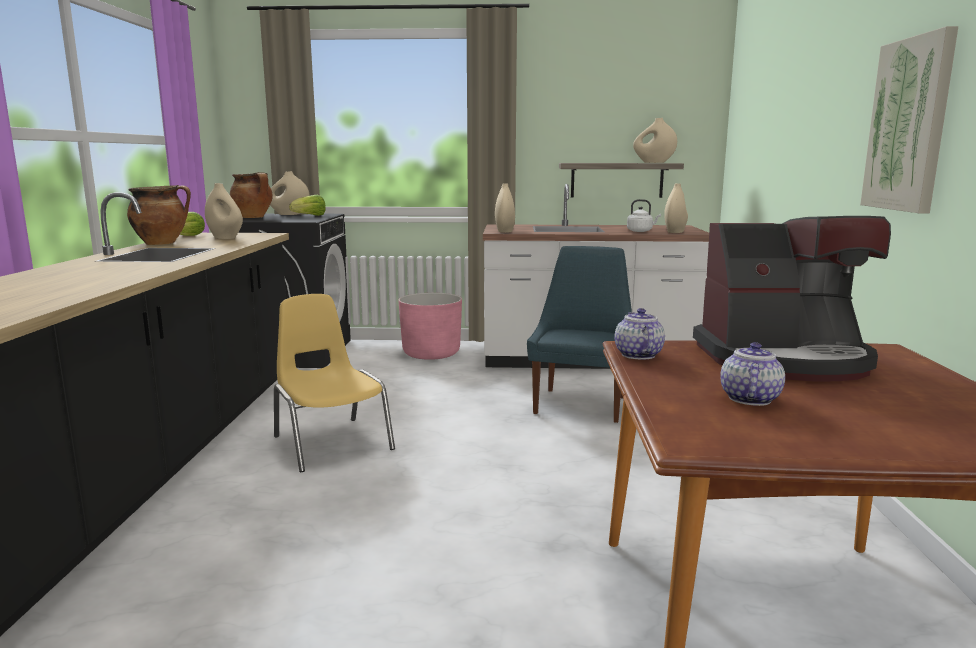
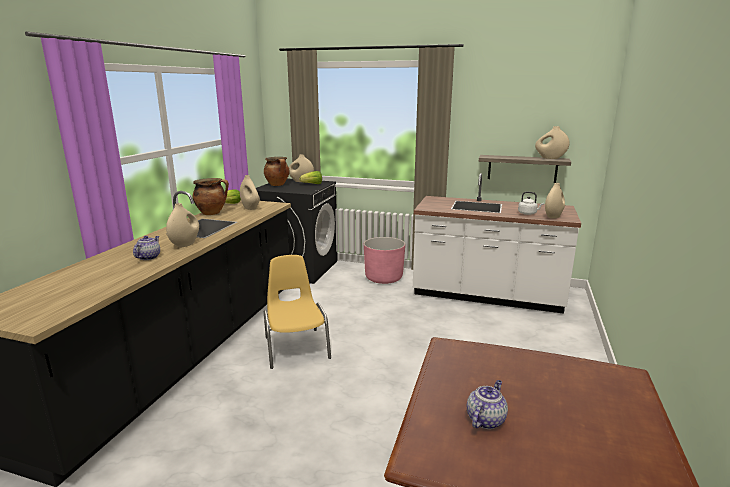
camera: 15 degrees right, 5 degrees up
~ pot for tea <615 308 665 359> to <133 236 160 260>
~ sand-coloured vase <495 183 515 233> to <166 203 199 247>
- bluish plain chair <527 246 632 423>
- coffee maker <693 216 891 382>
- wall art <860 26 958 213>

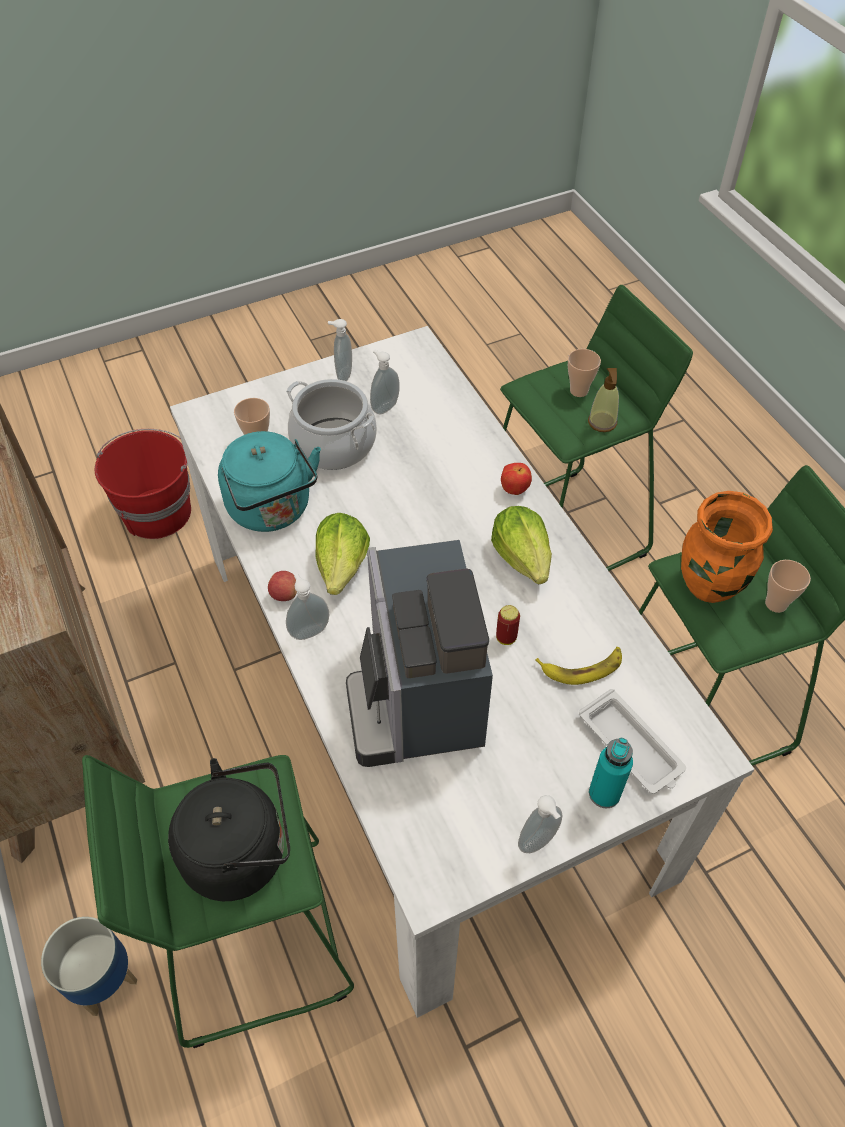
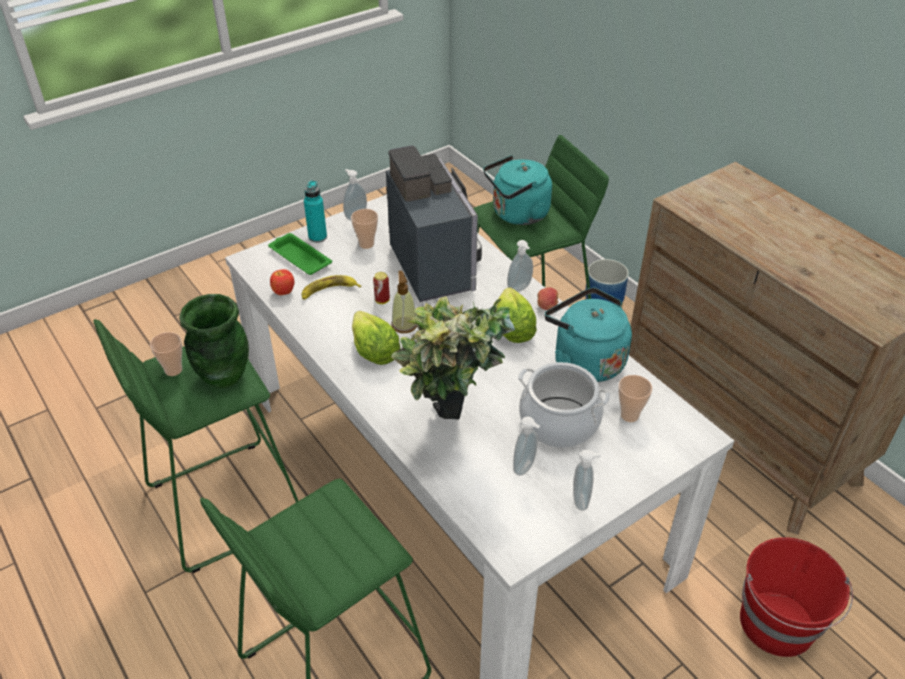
camera: 170 degrees right, 10 degrees down
~ orange vase <681 491 773 603> to green vase <179 294 249 388>
~ white-coloured tray <579 689 686 794> to green tray <268 233 332 275>
~ apple fruit <501 463 532 495> to <270 269 295 295>
~ cup <568 349 601 397> to <351 209 378 249>
~ liquid soap bottle <588 368 619 432> to <391 271 417 333>
+ potted plant <391 296 515 420>
~ black water kettle <168 758 290 901> to turquoise water kettle <483 155 552 225>

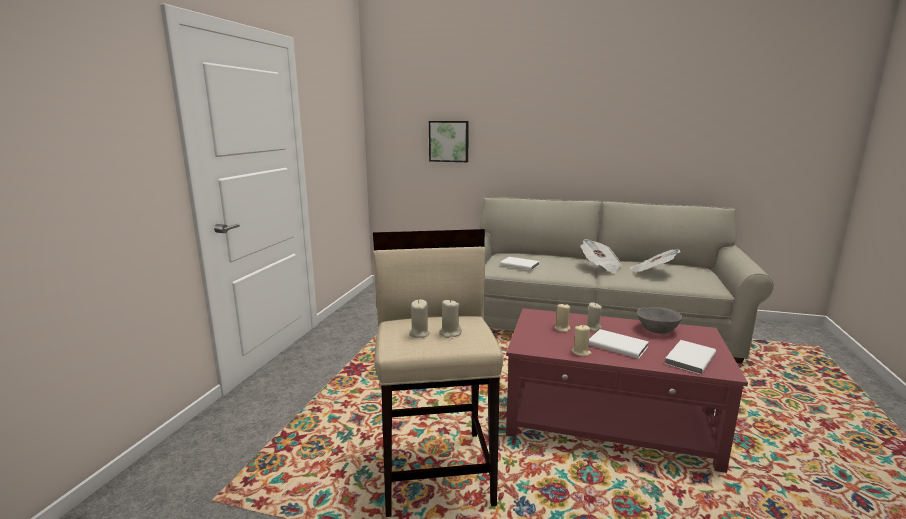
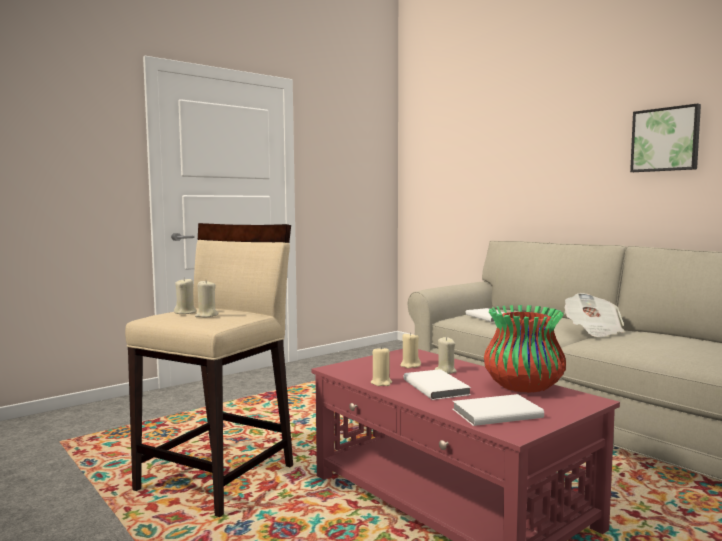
camera: 35 degrees right, 10 degrees down
~ grey deep dish <637 307 682 334> to vase <484 305 566 393>
~ wall art <429 121 469 162> to <630 103 701 172>
- printed paper <629 249 681 273>

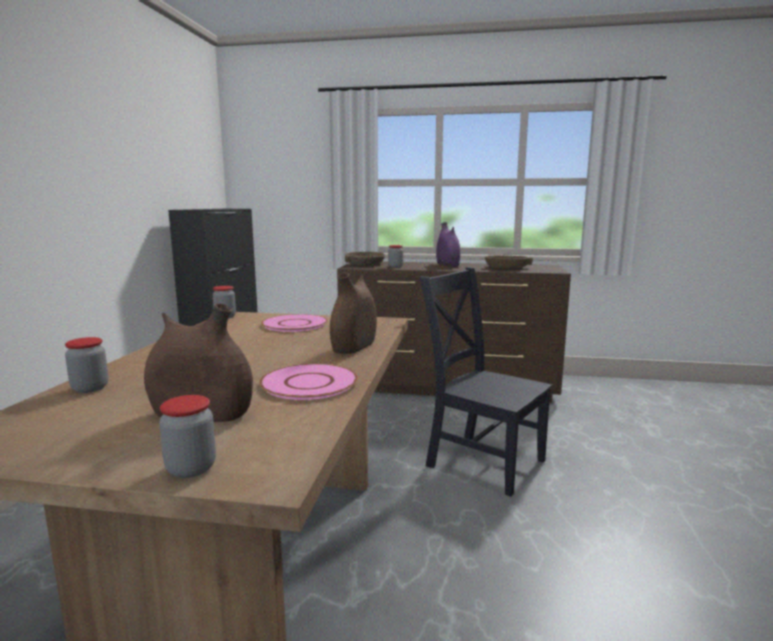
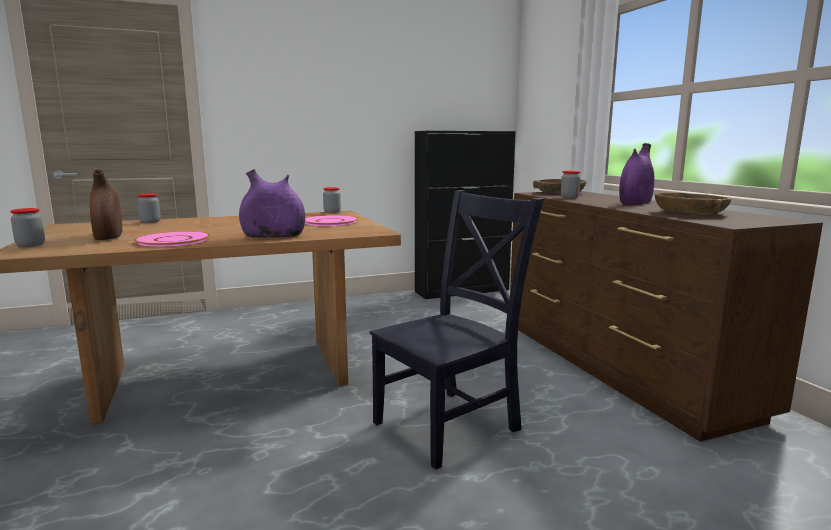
camera: 60 degrees right, 0 degrees up
~ brownish vase <330 272 377 354> to purple vase <239 169 305 237>
~ black plain chair <420 267 552 497> = <370 190 544 469> 45 degrees clockwise

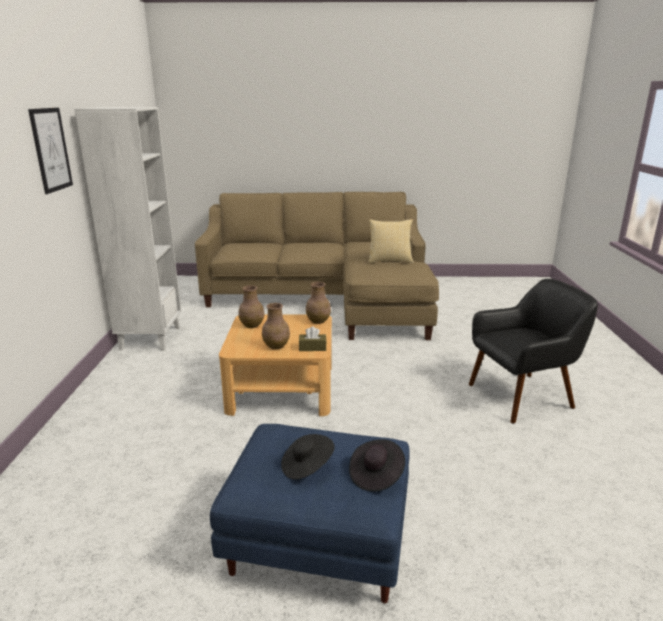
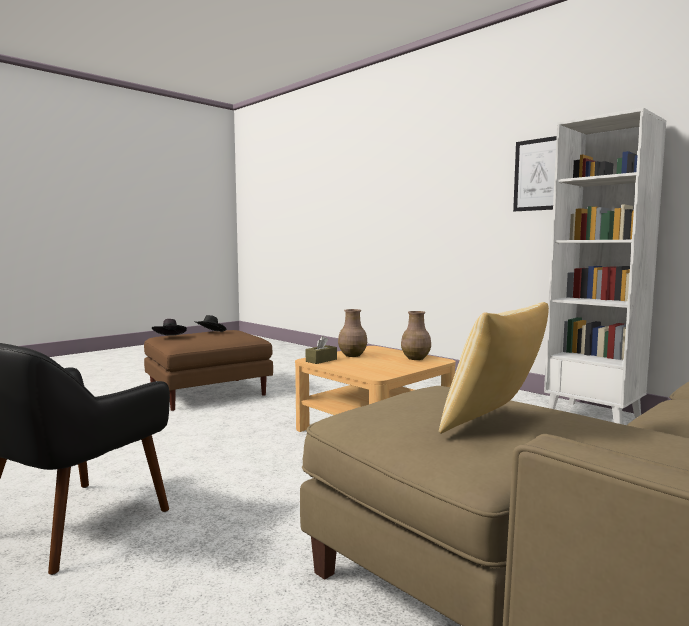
camera: 135 degrees right, 15 degrees down
~ bluish ottoman <210 424 410 603> to brownish ottoman <144 330 273 411>
- brownish vase <306 282 331 324>

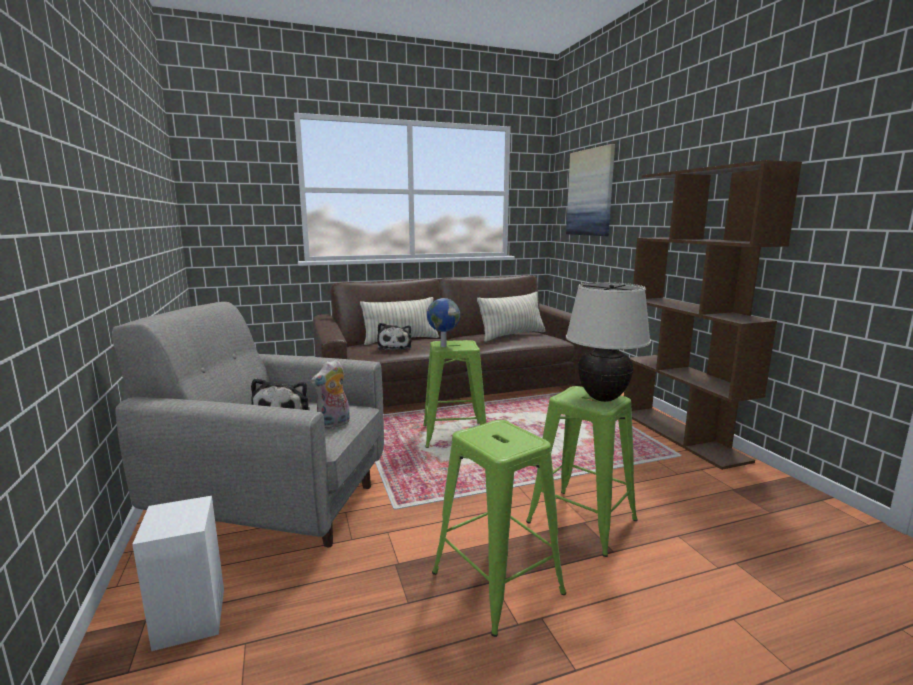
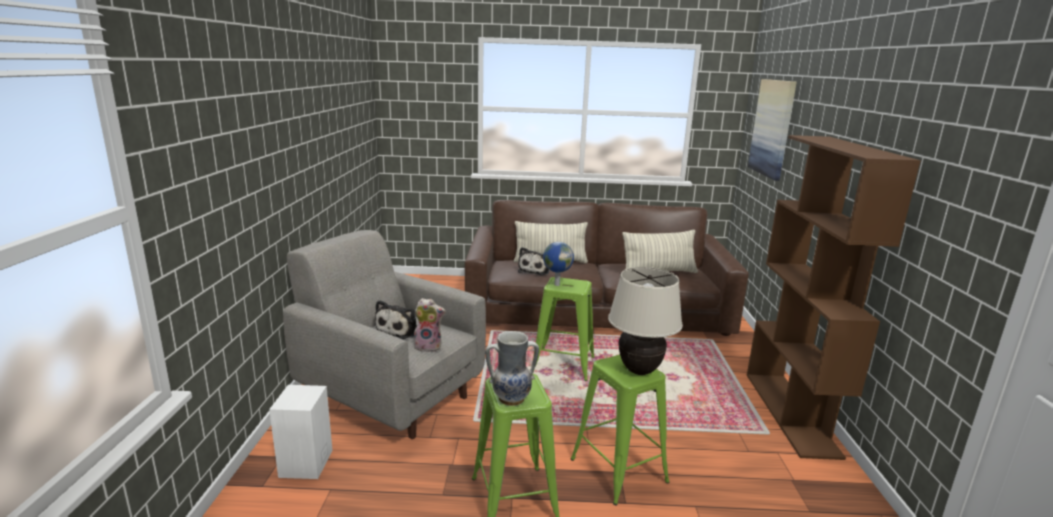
camera: 20 degrees right, 5 degrees up
~ soft toy <311 359 350 429> = <413 298 446 352> 150 degrees counterclockwise
+ vase <485 331 539 406>

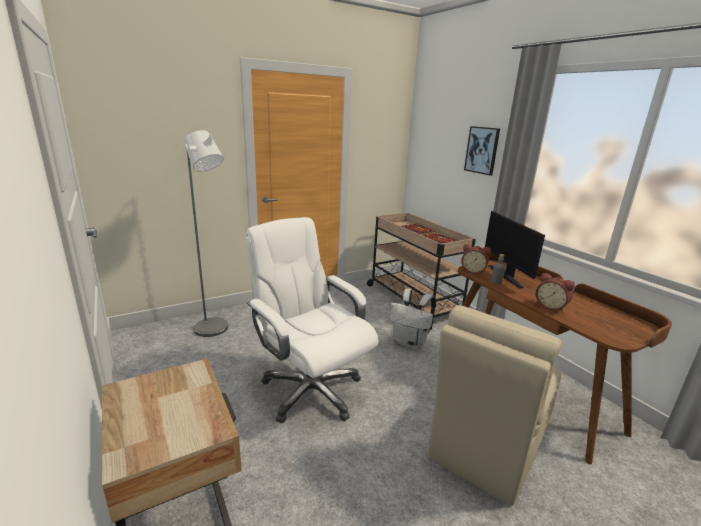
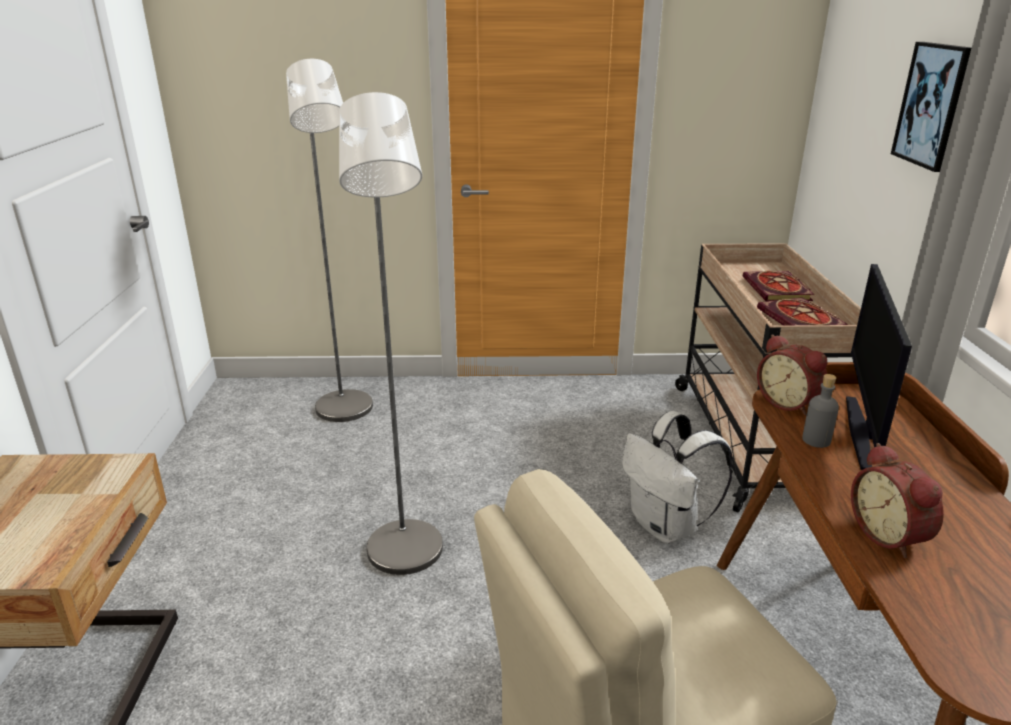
camera: 30 degrees right, 5 degrees up
~ white-coloured office chair <245 217 379 423> to grey standing lamp <339 92 443 575>

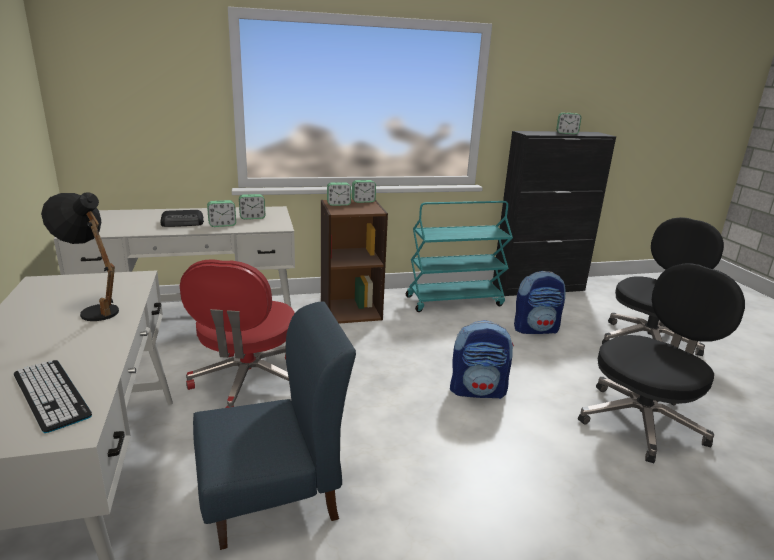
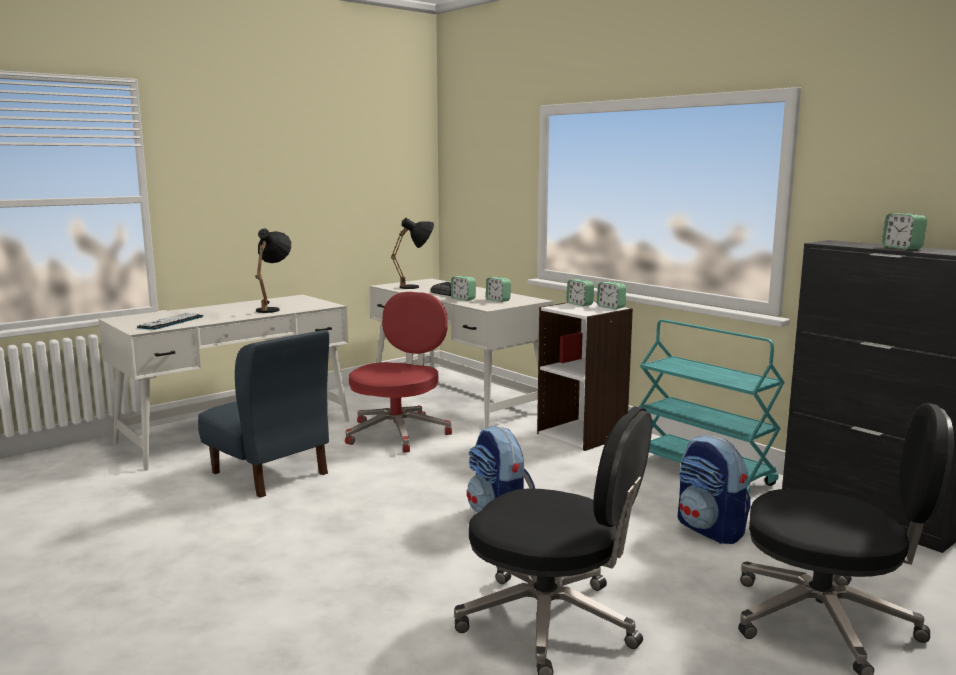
camera: 65 degrees right, 10 degrees down
~ reddish office chair <180 259 295 408> = <345 292 452 452> 135 degrees clockwise
+ black table lamp <391 218 434 289>
~ brownish shelving unit <321 199 388 324> to white-coloured shelving unit <537 302 633 451>

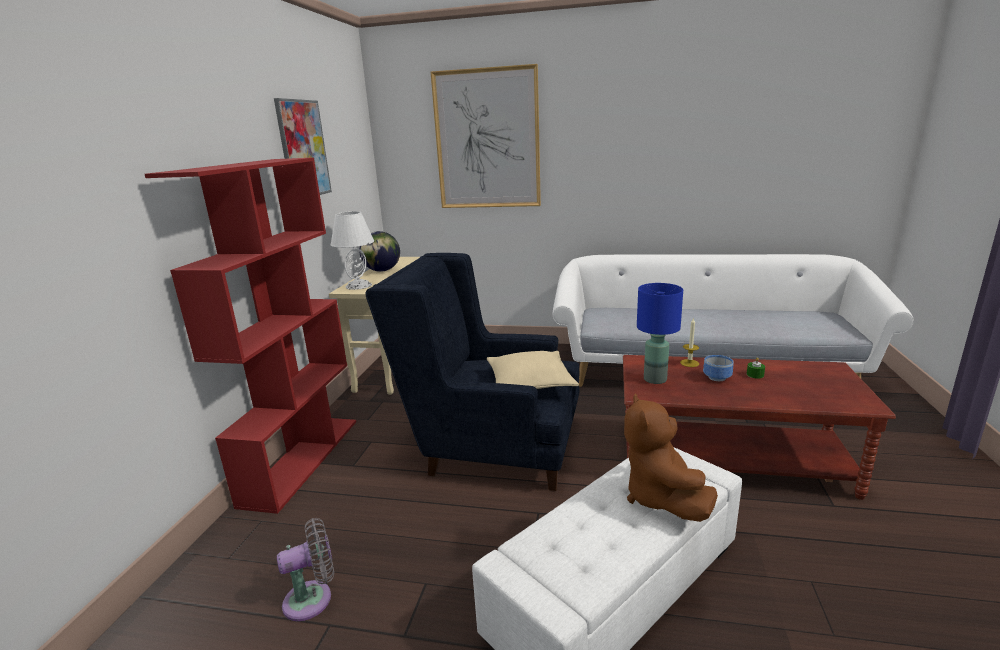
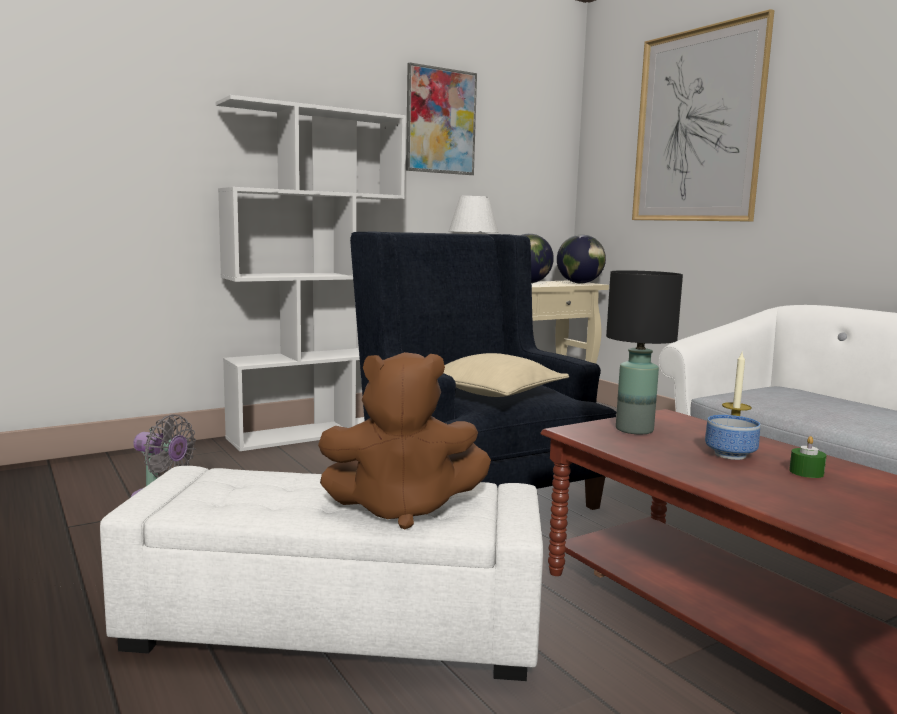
camera: 45 degrees right, 10 degrees down
~ reddish shelving unit <145 157 356 514> to white-coloured shelving unit <216 95 406 451>
~ brownish soft toy <624 393 718 522> = <318 352 491 529> 135 degrees counterclockwise
+ desk globe <557 235 606 283>
~ bluish table lamp <637 283 683 384> to black table lamp <606 270 683 435>

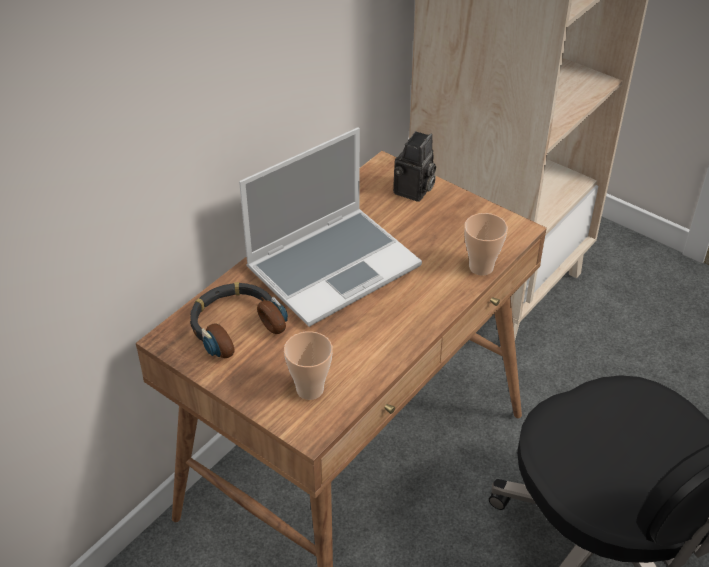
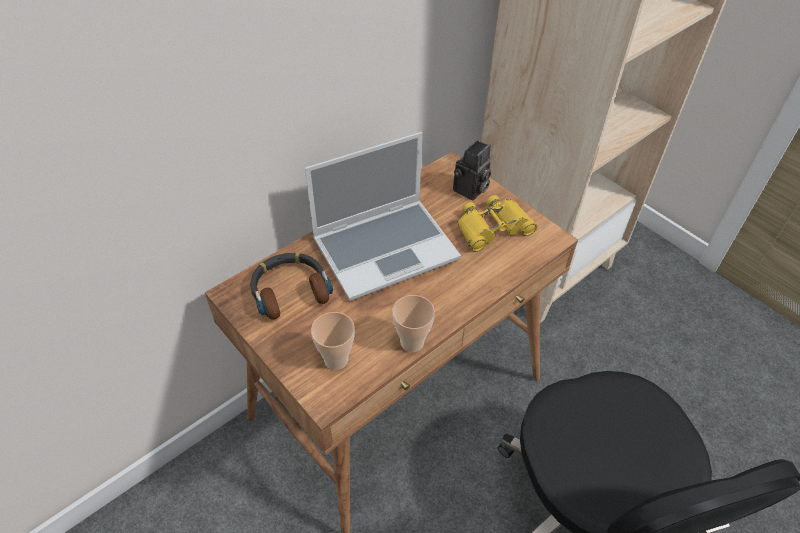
camera: 10 degrees right, 5 degrees up
~ cup <464 213 508 275> to <392 295 435 352>
+ yellowish pair of binoculars <457 195 537 252>

